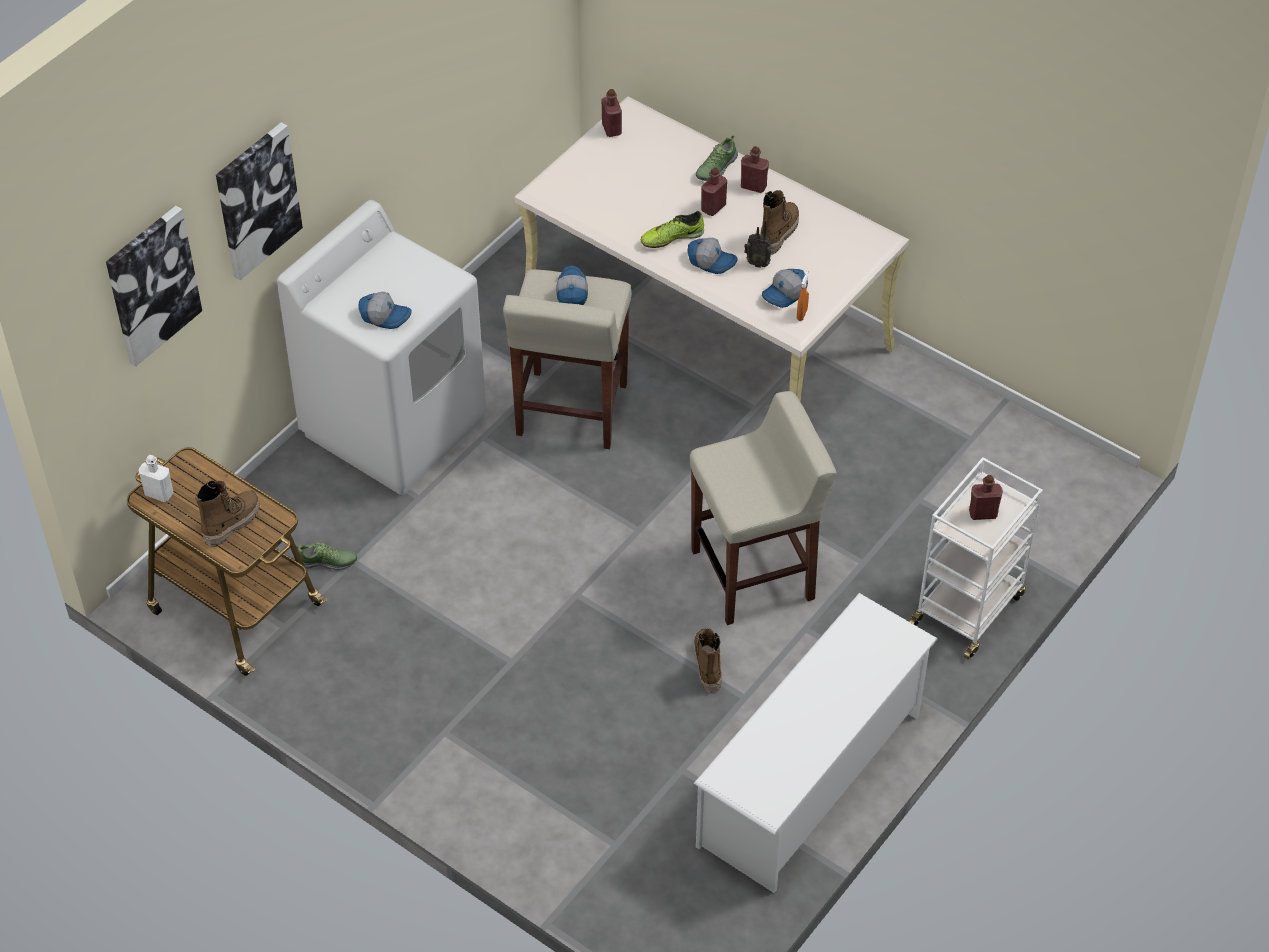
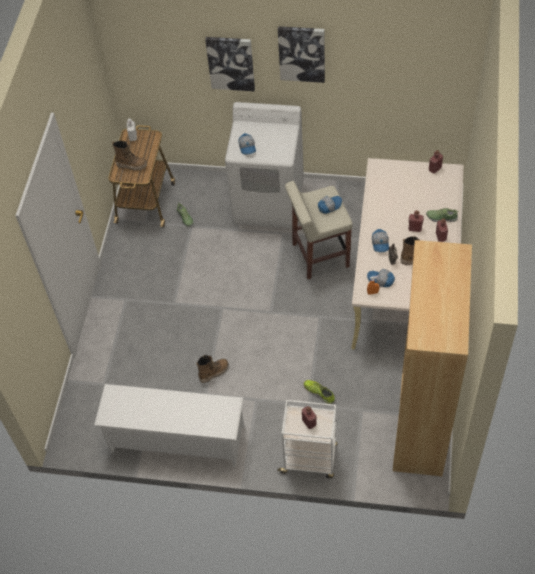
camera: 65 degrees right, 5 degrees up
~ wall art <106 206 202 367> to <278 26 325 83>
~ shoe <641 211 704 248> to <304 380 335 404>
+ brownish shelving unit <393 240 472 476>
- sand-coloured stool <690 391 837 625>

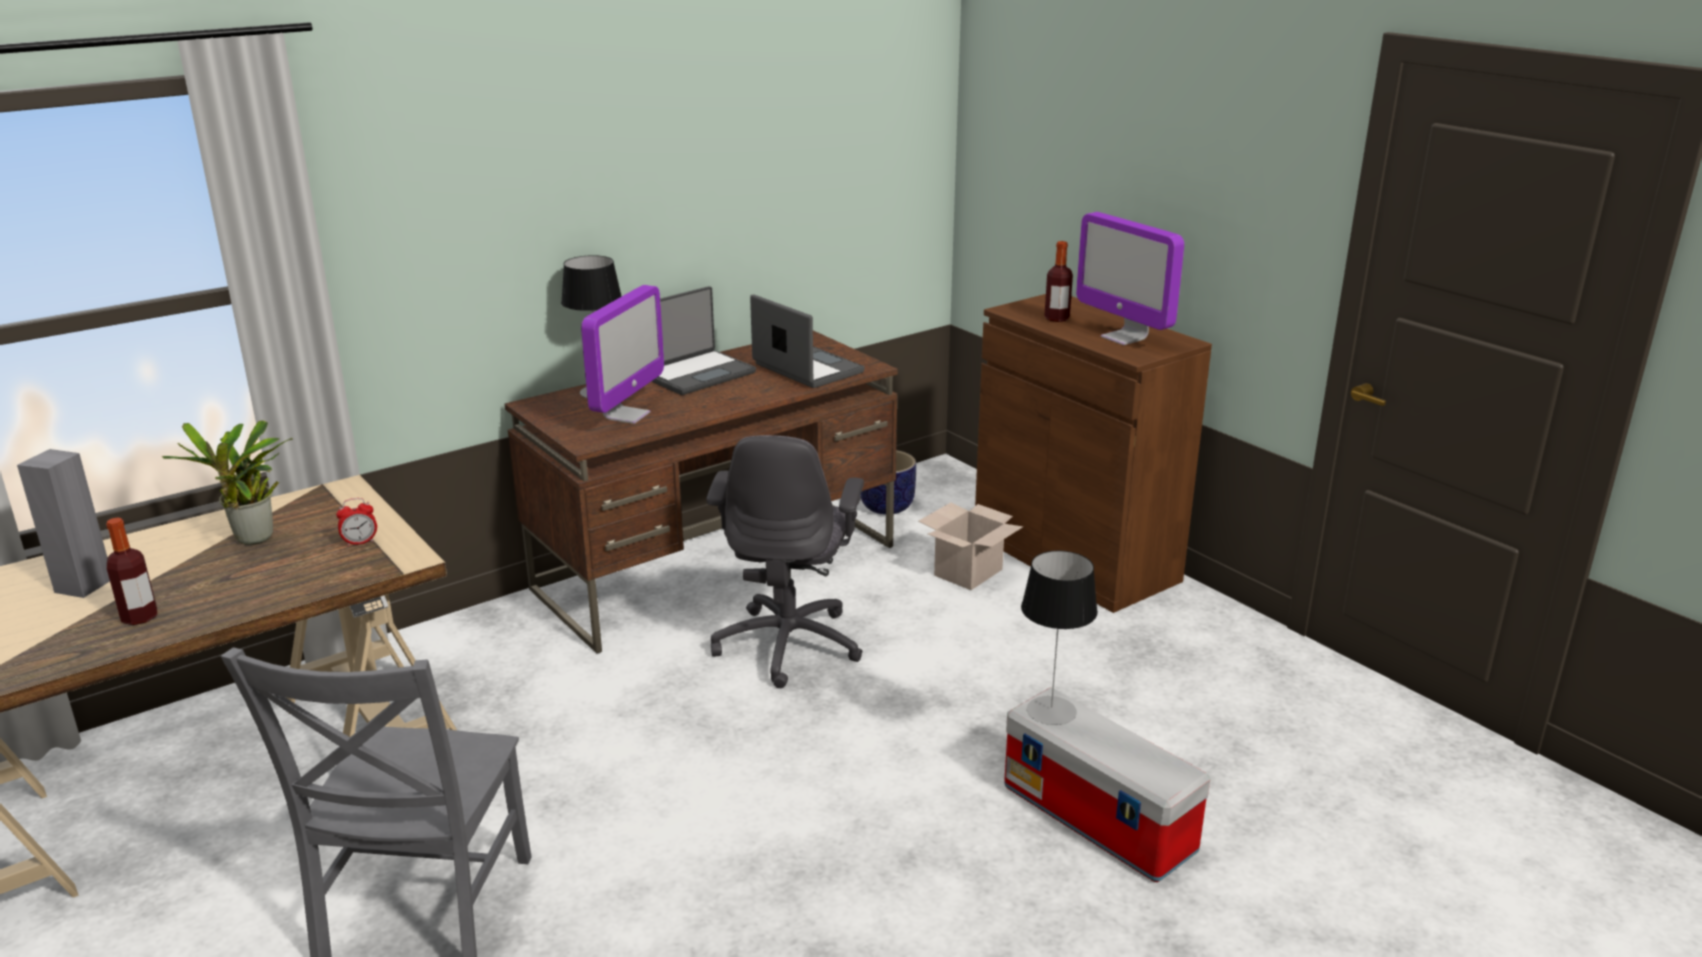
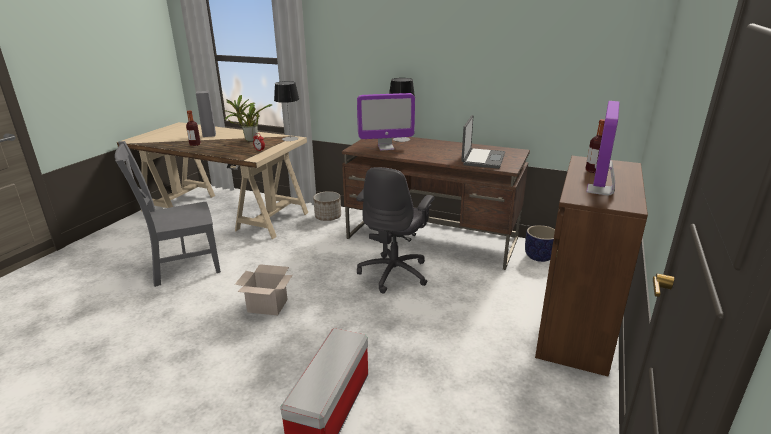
camera: 60 degrees right, 0 degrees up
~ carton <919 502 1023 590> to <235 264 293 316>
~ table lamp <1021 551 1098 725> to <274 81 299 141>
+ planter <313 191 341 221>
~ grey office chair <707 435 864 688> = <356 167 435 293> 45 degrees counterclockwise
- portable computer <651 286 756 395>

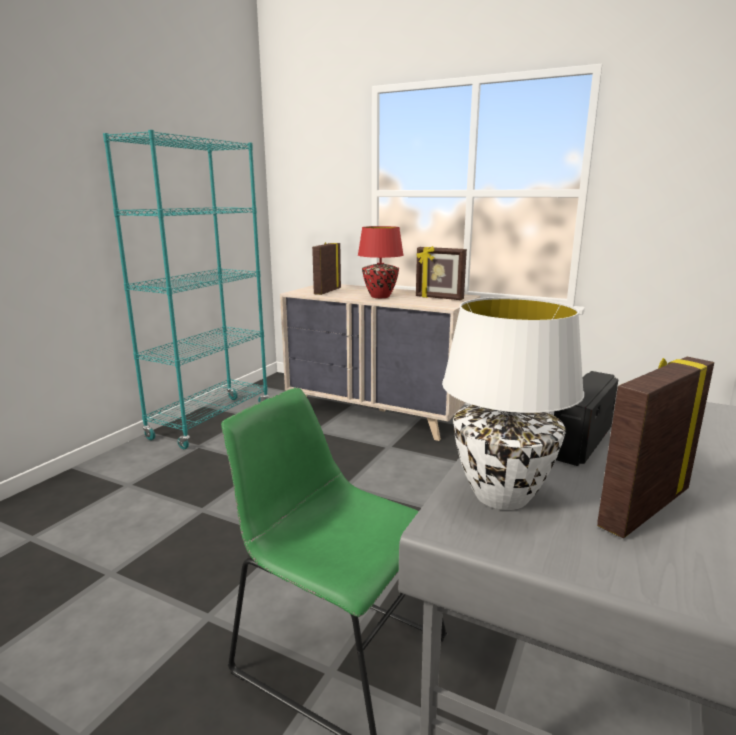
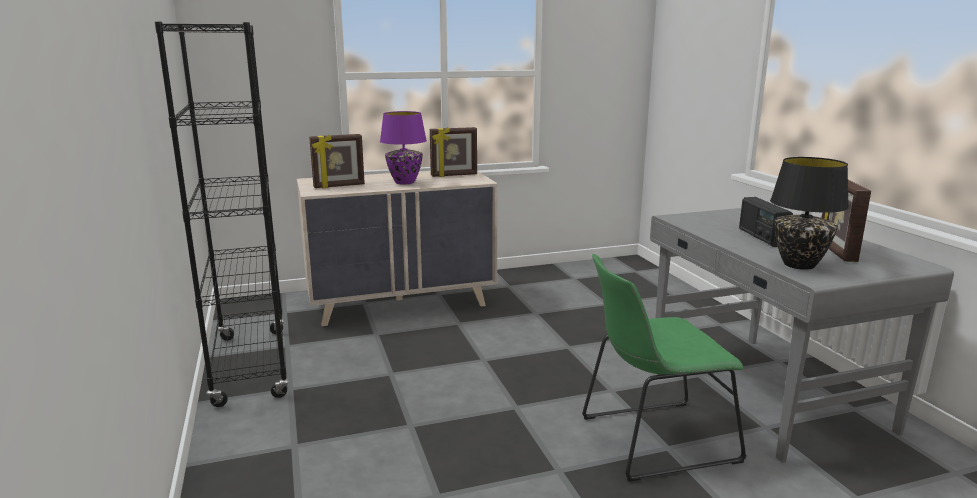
camera: 45 degrees left, 0 degrees up
~ turquoise shelving unit <103 130 269 449> to black shelving unit <155 22 289 407>
~ photo frame <312 242 341 295> = <309 134 365 188> 90 degrees counterclockwise
~ reddish table lamp <358 226 404 298> to purple table lamp <380 111 427 185>
~ white-coloured table lamp <442 297 584 510> to black table lamp <770 157 849 270>

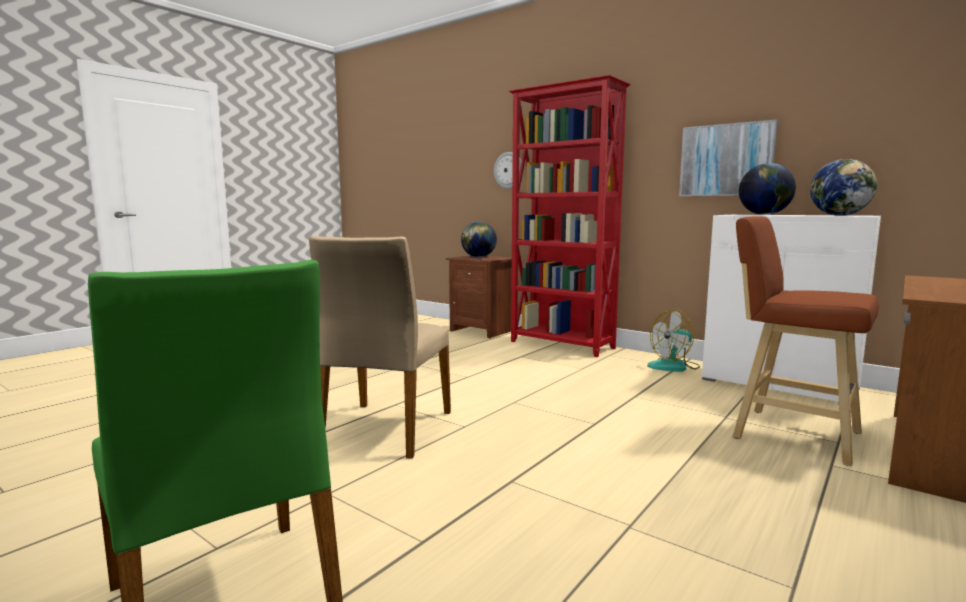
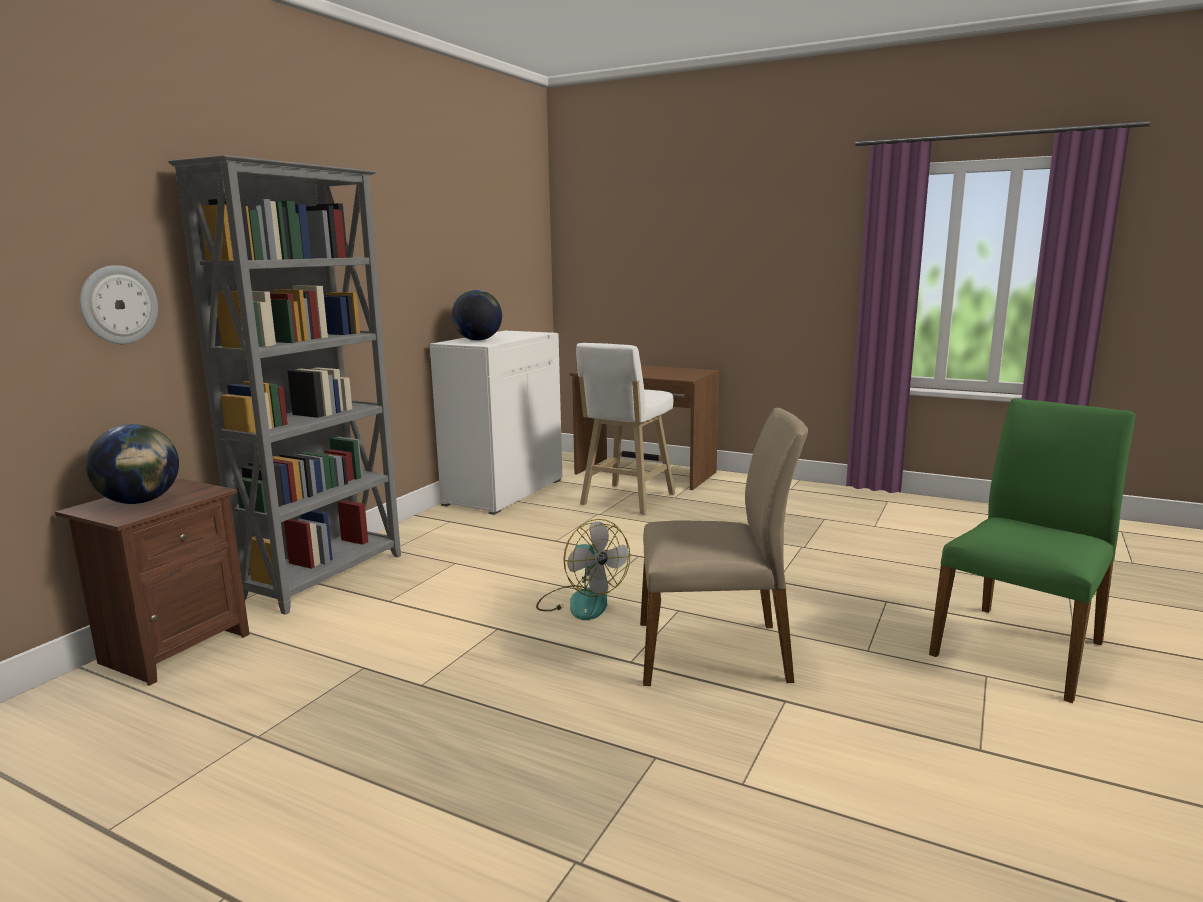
camera: 100 degrees left, 5 degrees up
~ reddish shelving unit <508 75 631 357> to grey shelving unit <168 155 401 615>
~ electric fan <647 309 700 372> to <536 519 630 620>
~ brownish stool <733 216 879 466> to white-coloured stool <576 343 675 515>
- wall art <679 120 778 196>
- desk globe <810 159 878 216>

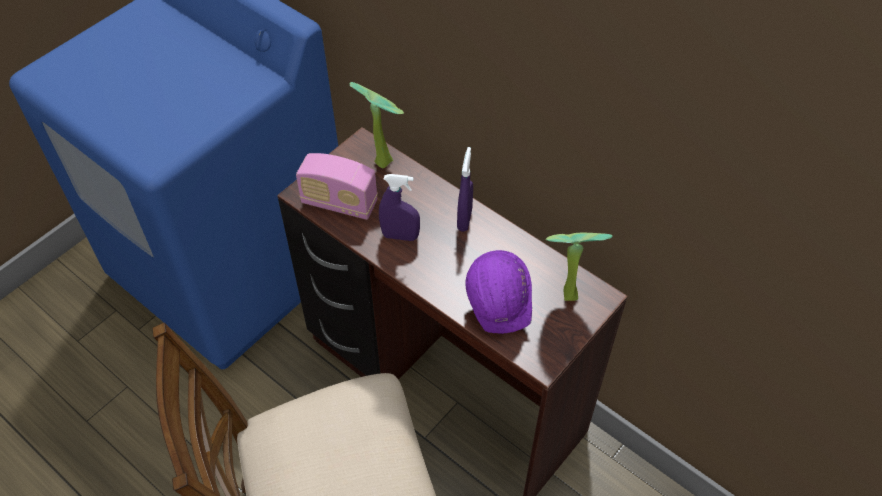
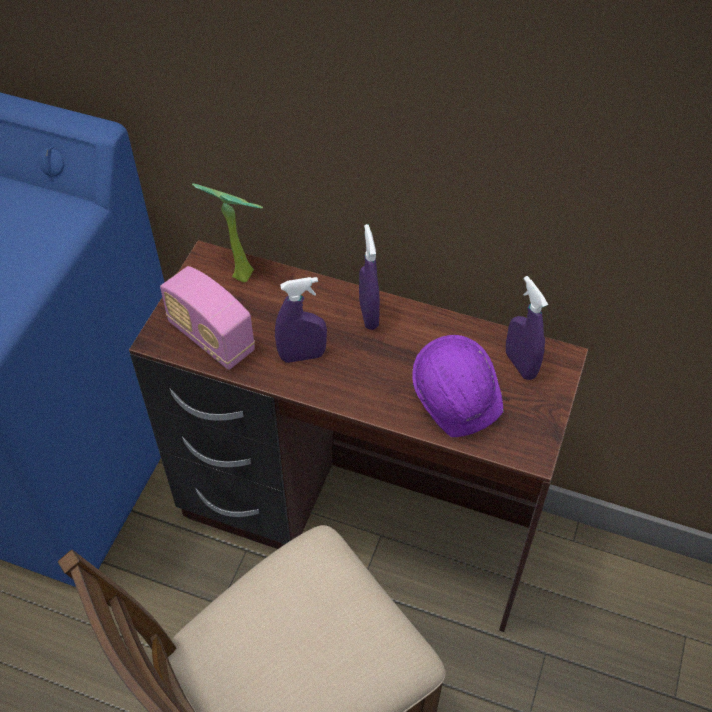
camera: 20 degrees left, 0 degrees up
~ radio set <296 153 378 220> = <160 266 255 370> 45 degrees clockwise
~ potted plant <546 233 612 301> to purple hand sprayer <506 276 548 380>

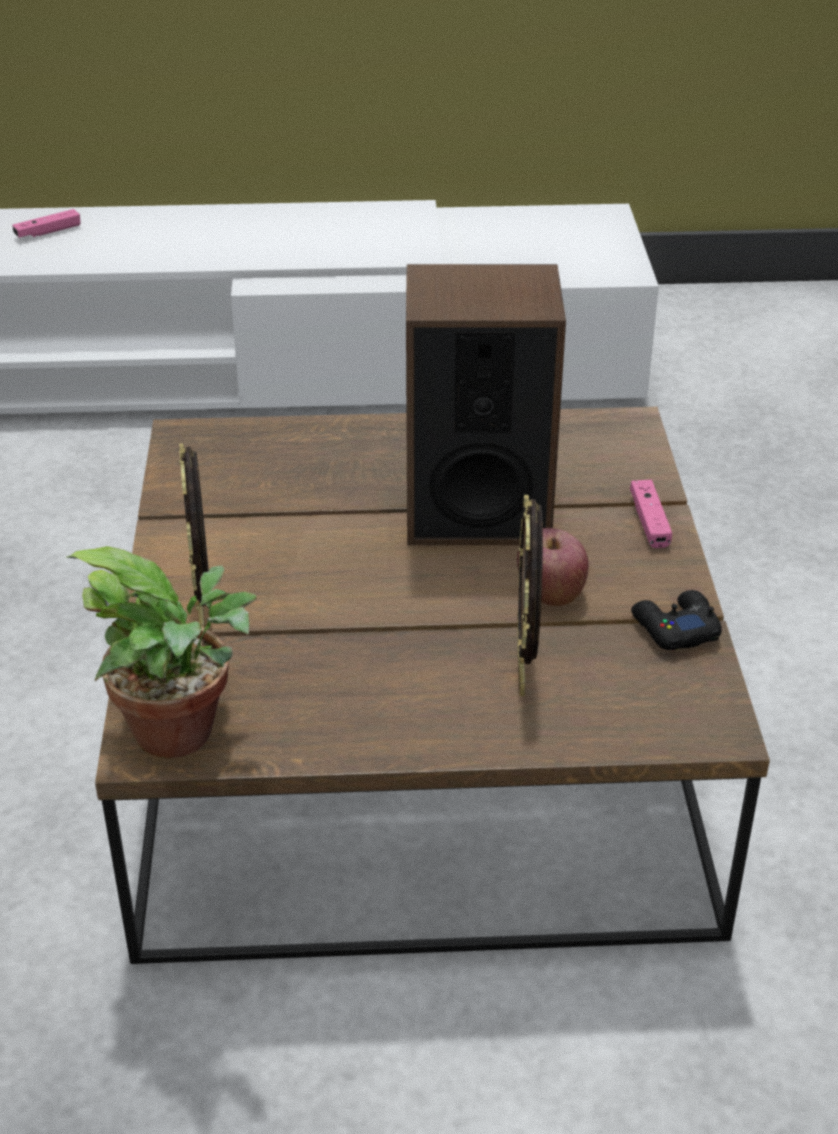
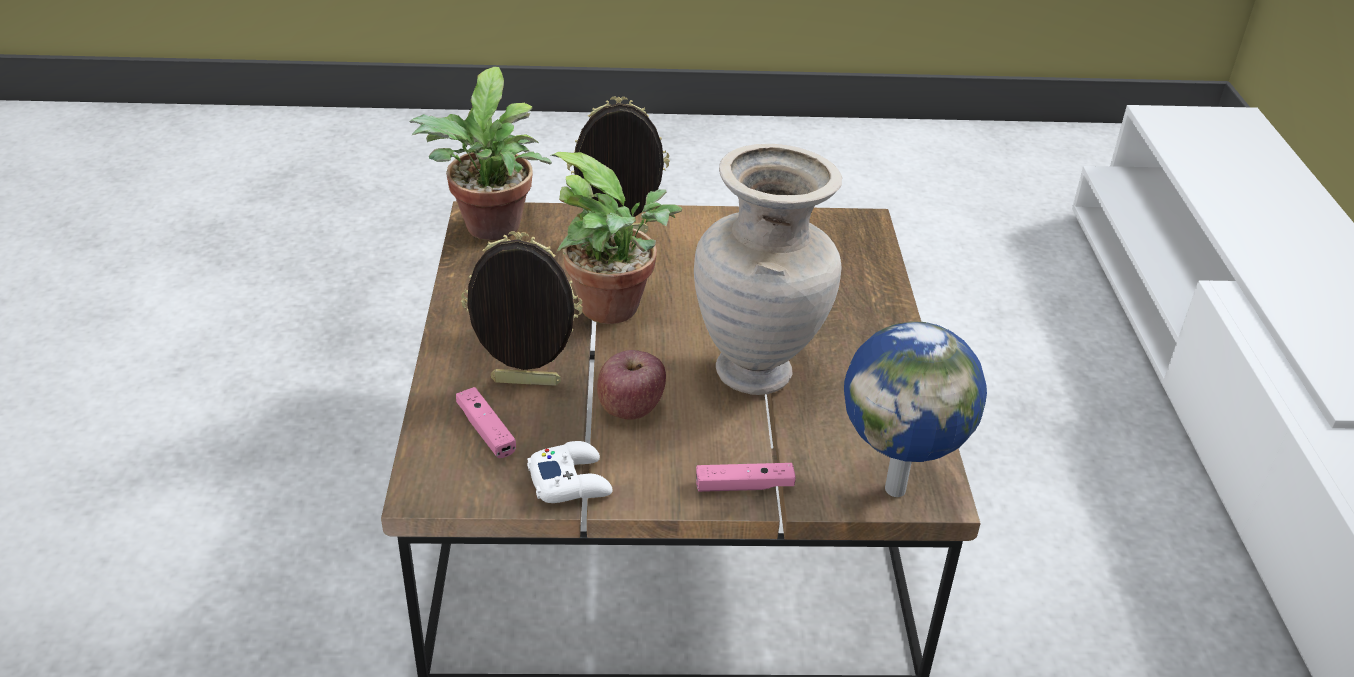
camera: 90 degrees right, 0 degrees up
~ pinkish gamepad <13 209 81 238> to <456 387 516 458>
~ black gamepad <631 590 722 651> to white-coloured gamepad <527 441 613 503>
+ potted plant <551 152 682 324>
~ loudspeaker <406 264 566 545> to sand-coloured vase <694 144 842 395>
+ desk globe <844 321 987 497>

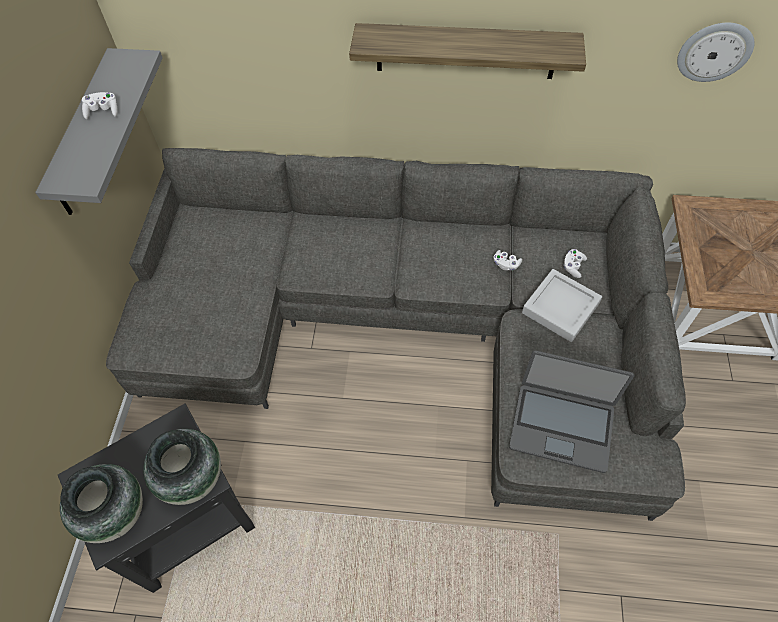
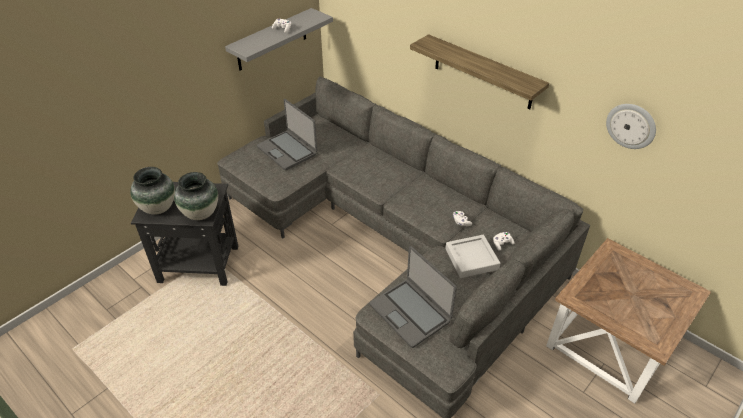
camera: 35 degrees right, 15 degrees down
+ portable computer <257 99 317 170>

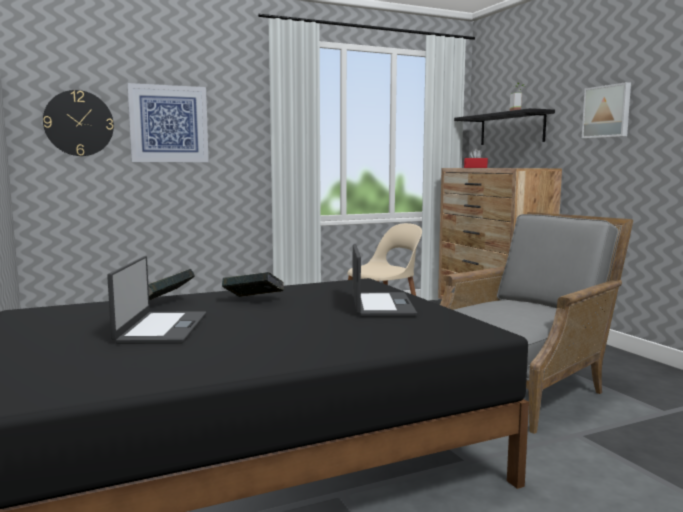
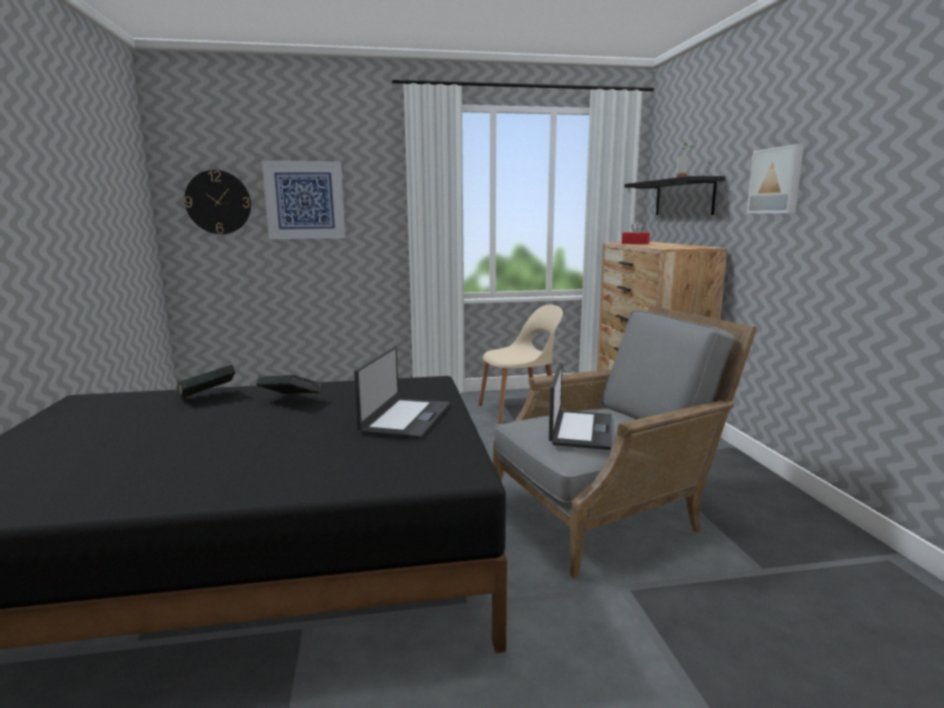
camera: 15 degrees right, 5 degrees up
~ portable computer <107 256 206 344> to <549 363 612 450>

